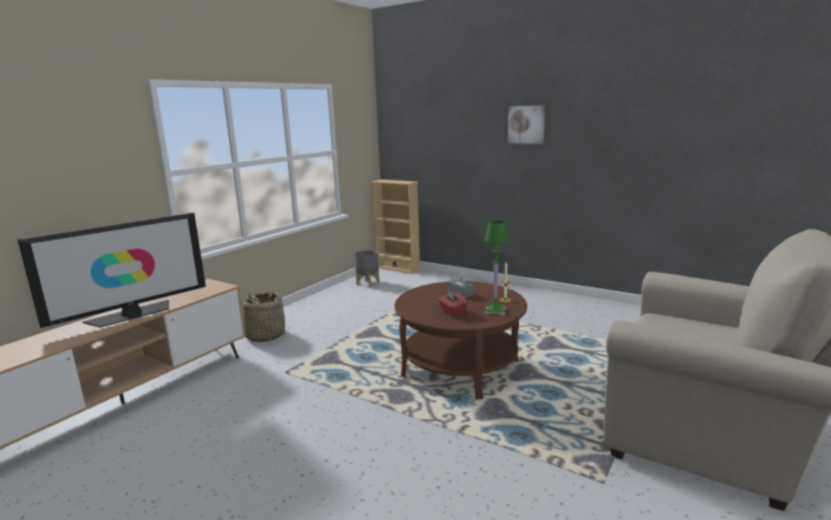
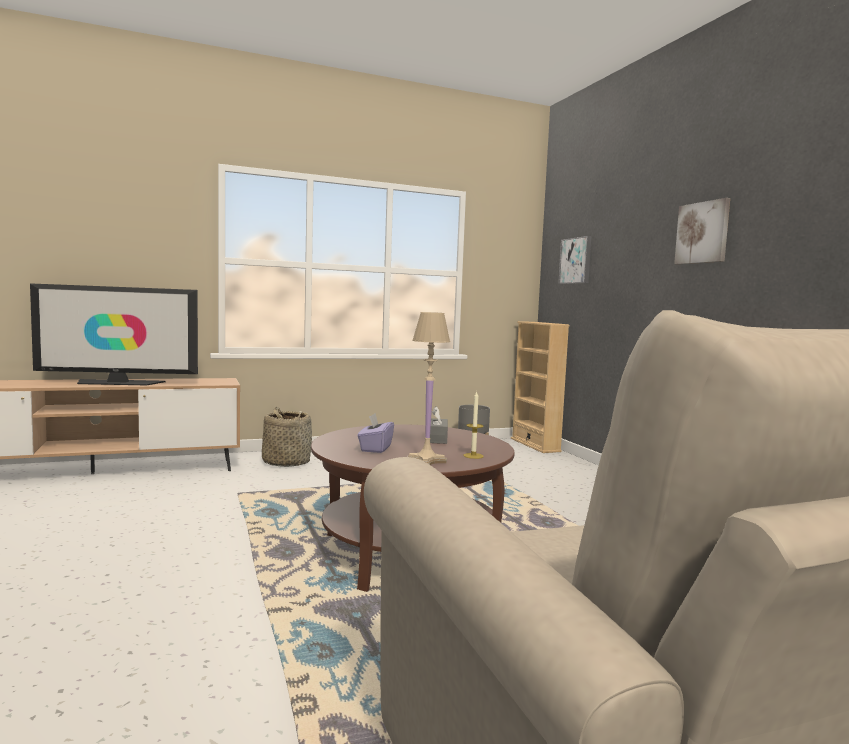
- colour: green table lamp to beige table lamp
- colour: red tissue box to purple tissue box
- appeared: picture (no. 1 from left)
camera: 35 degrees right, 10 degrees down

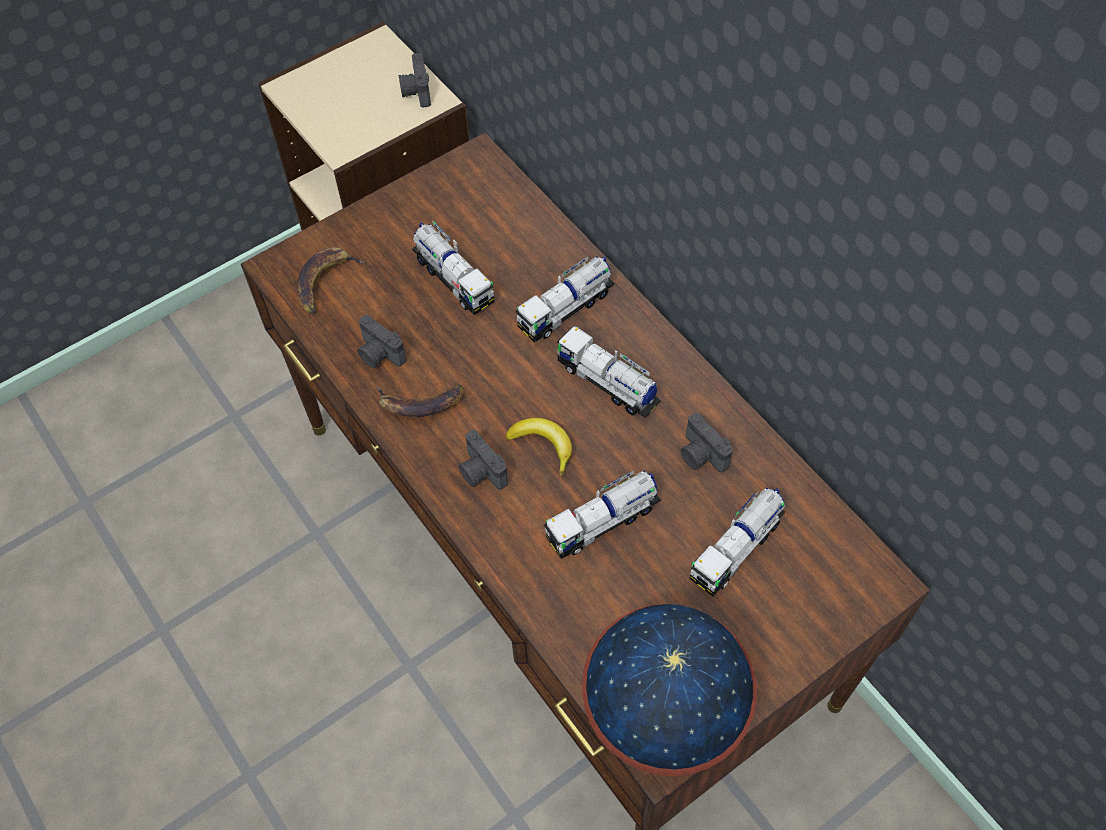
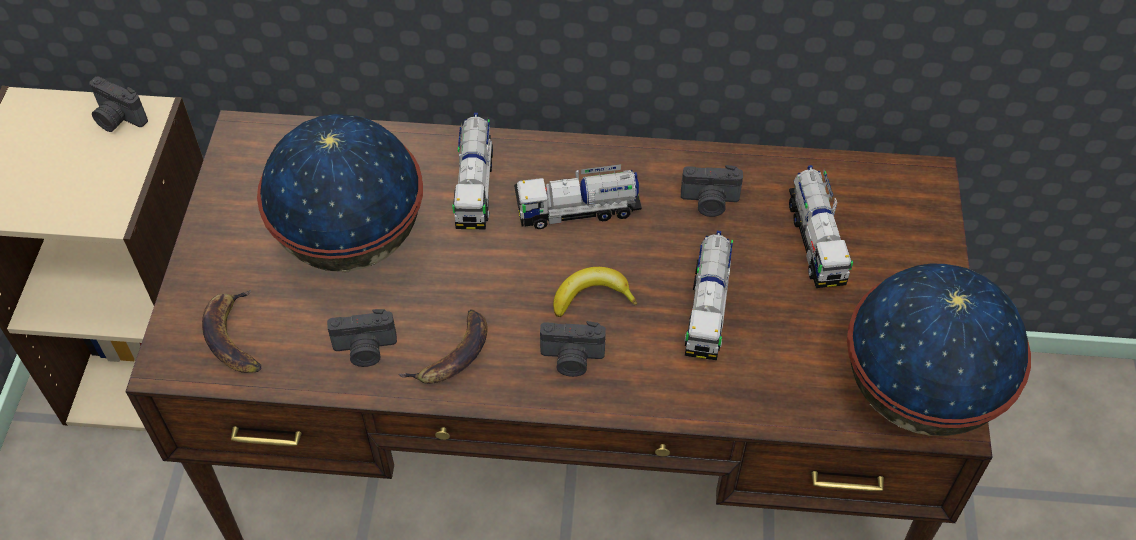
- exchanged: toy truck (no. 1 from left) to globe (no. 1 from left)
camera: 50 degrees left, 5 degrees down

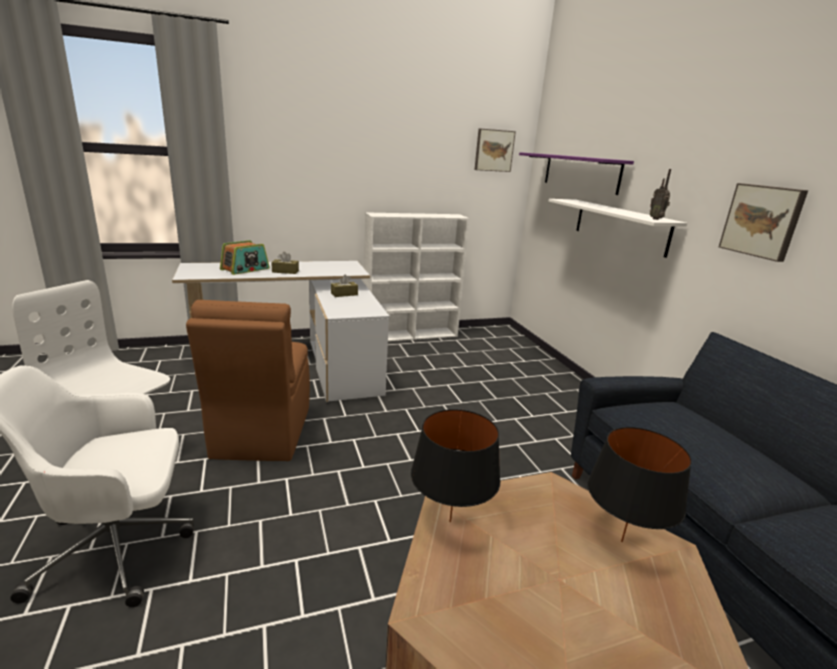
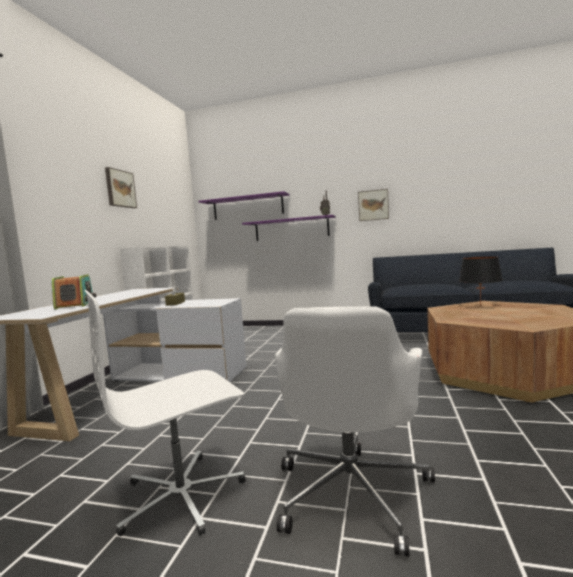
- relocated: picture (no. 1 from left)
- colour: white shelf to purple shelf (no. 2 from left)
- missing: brown tissue box (no. 1 from left)
- missing: brown chair
- missing: black table lamp (no. 1 from left)
camera: 55 degrees left, 15 degrees down

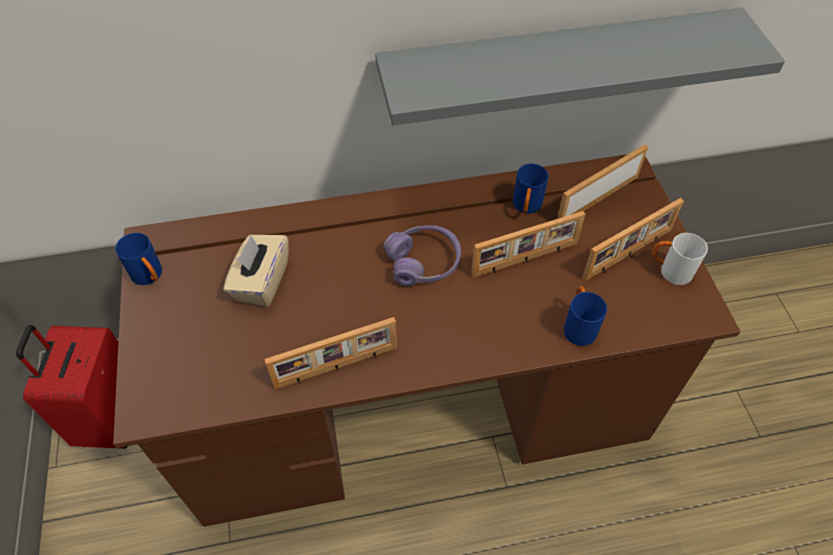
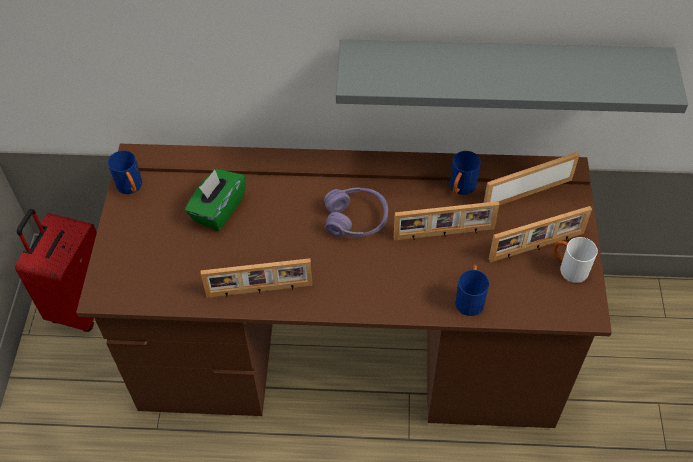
- colour: beige tissue box to green tissue box
camera: 15 degrees right, 0 degrees up

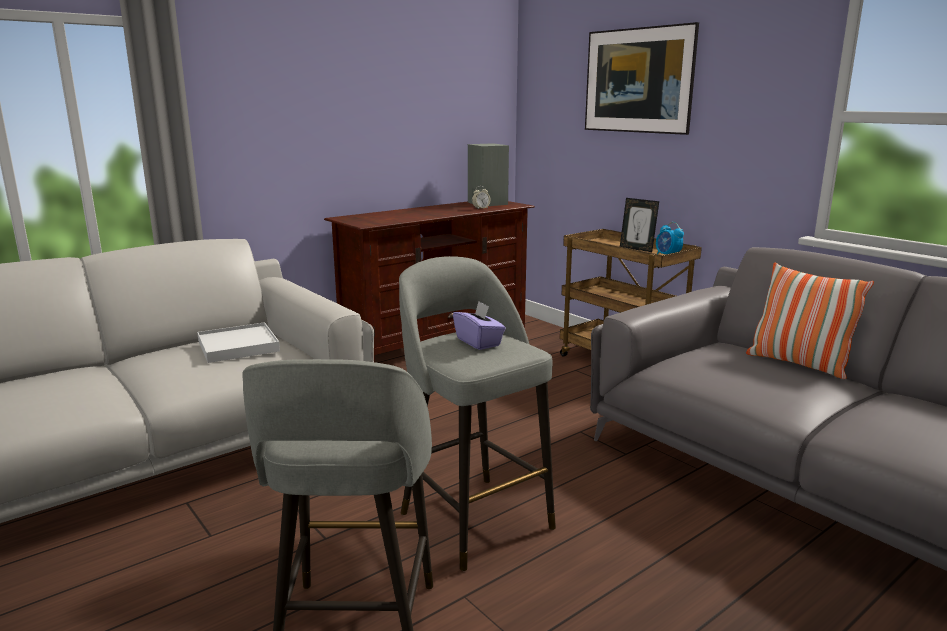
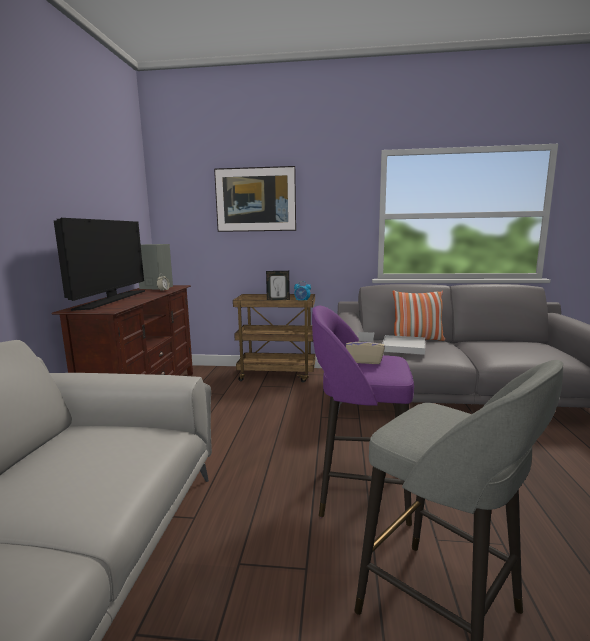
- colour: grey stool (no. 2 from left) to purple stool
- colour: purple tissue box to beige tissue box
- relocated: white tray
- appeared: television
camera: 45 degrees left, 5 degrees down

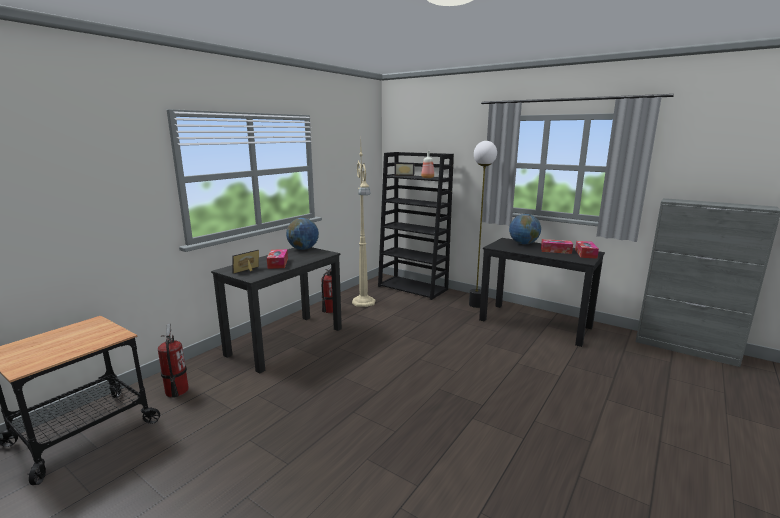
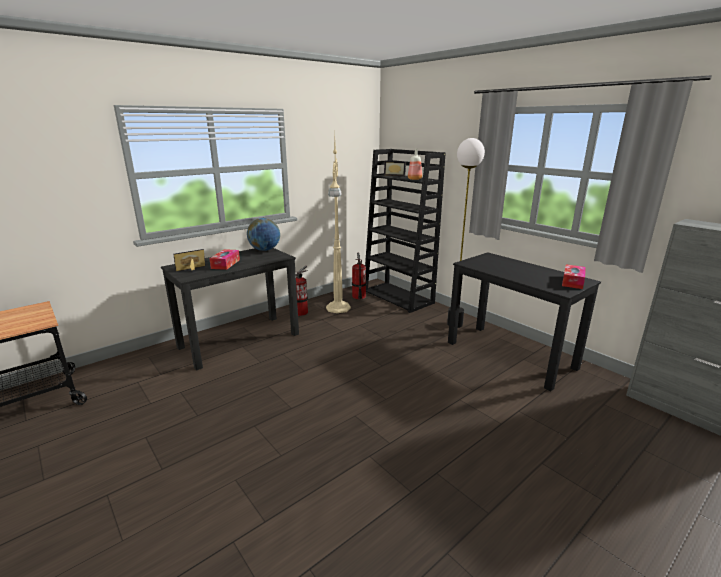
- missing: globe (no. 2 from left)
- missing: tissue box (no. 2 from left)
- relocated: fire extinguisher (no. 1 from left in the first image) to fire extinguisher (no. 2 from left)
camera: 15 degrees right, 5 degrees up

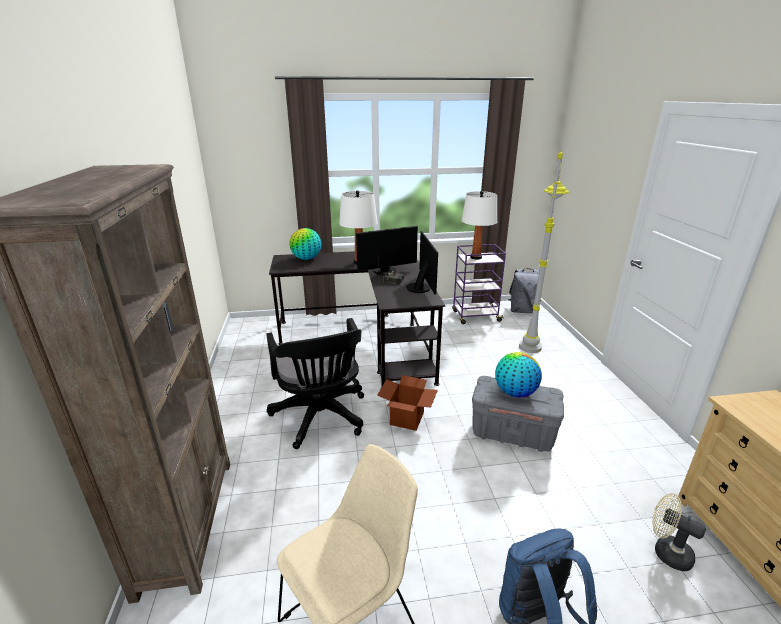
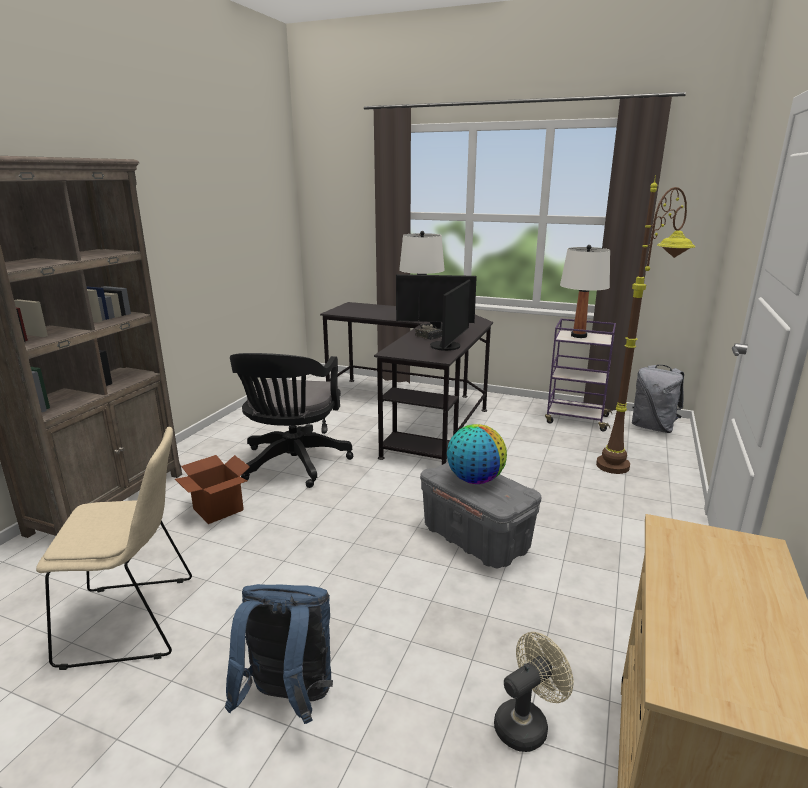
- colour: grey floor lamp to brown floor lamp
- missing: globe (no. 1 from left)
- relocated: cardboard box
- spun: beige fan 75 degrees clockwise
camera: 30 degrees right, 5 degrees down

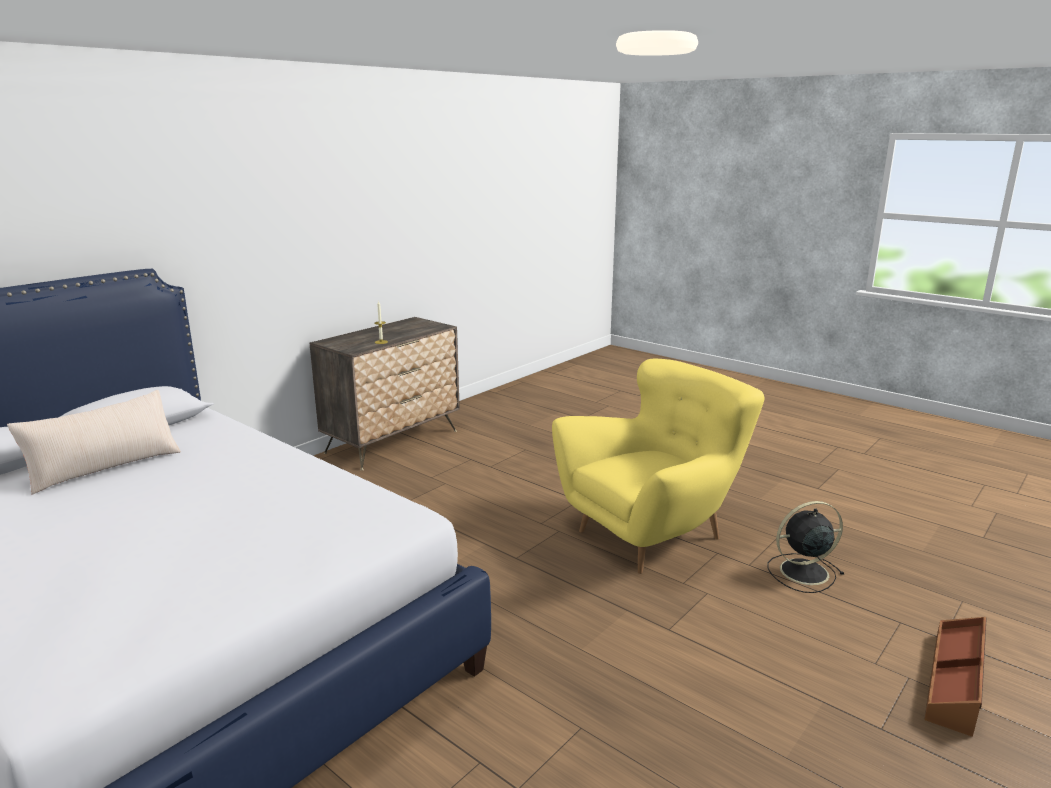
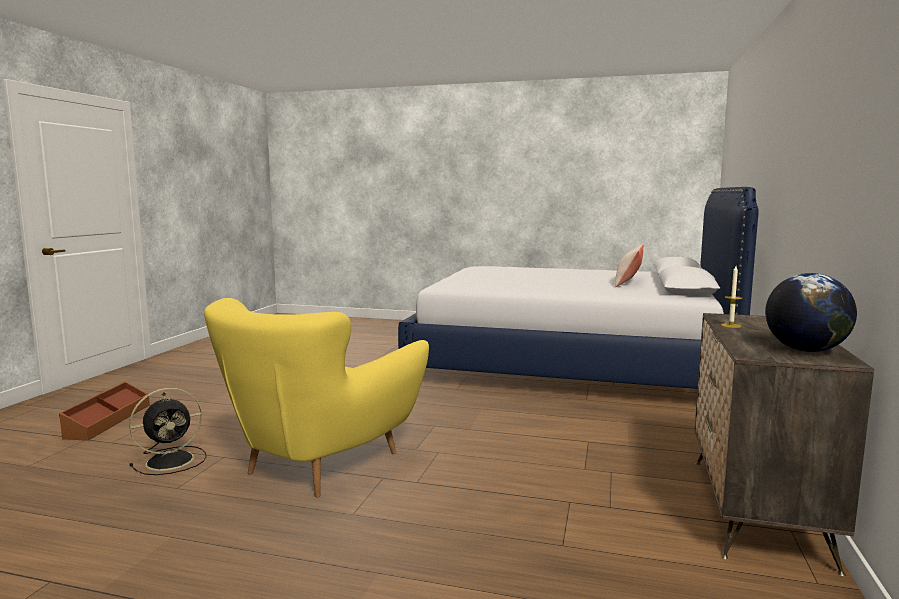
- appeared: globe
camera: 155 degrees right, 10 degrees down

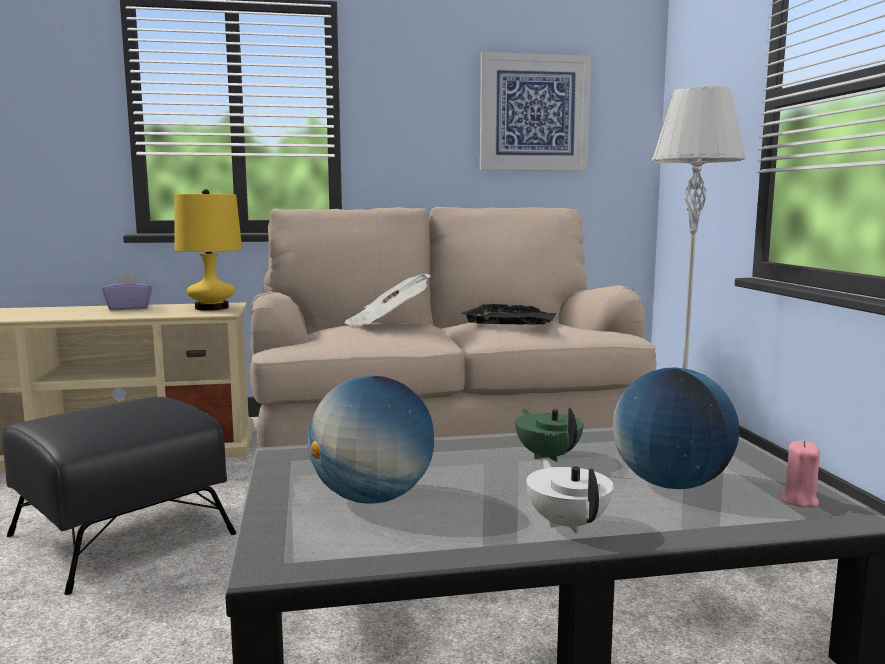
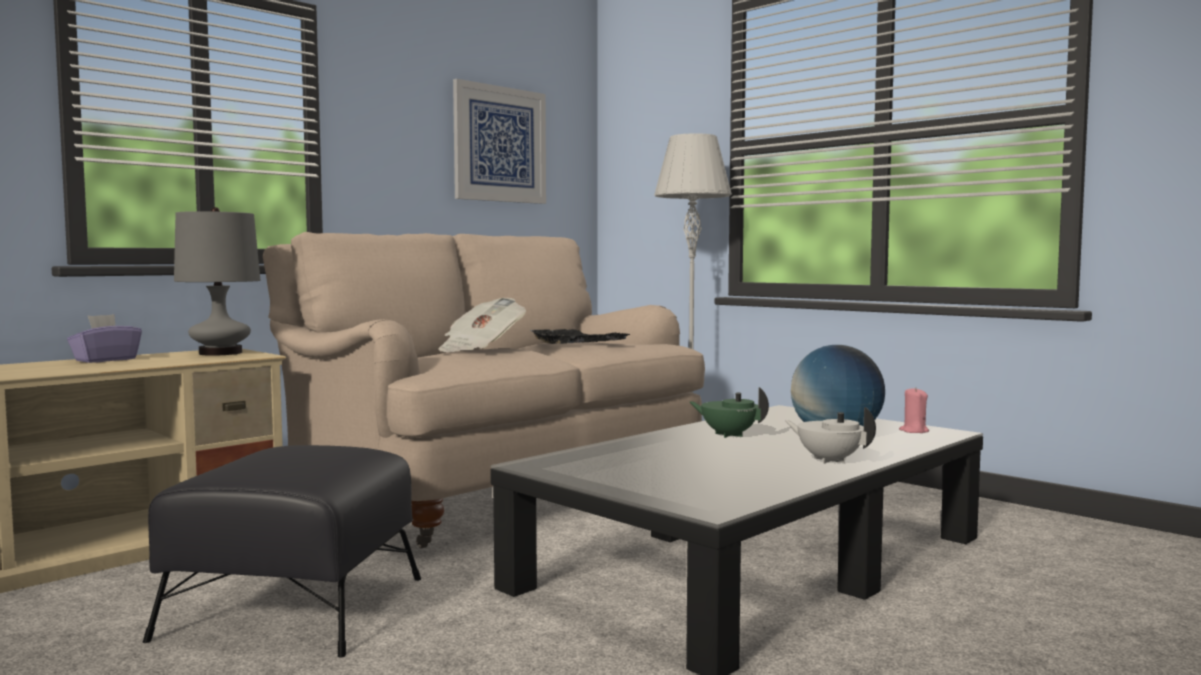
- colour: yellow table lamp to grey table lamp
- missing: globe (no. 1 from left)
camera: 35 degrees left, 5 degrees down

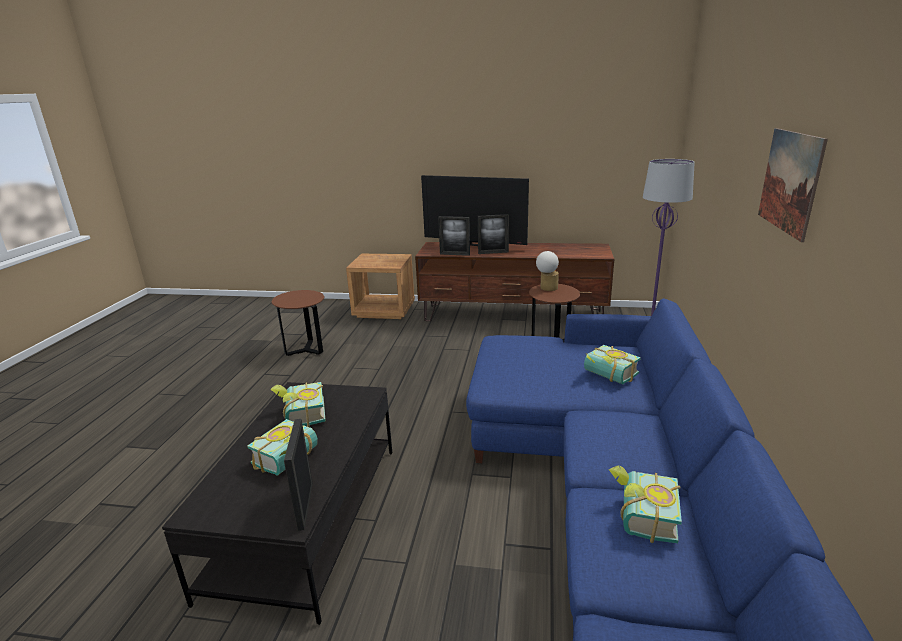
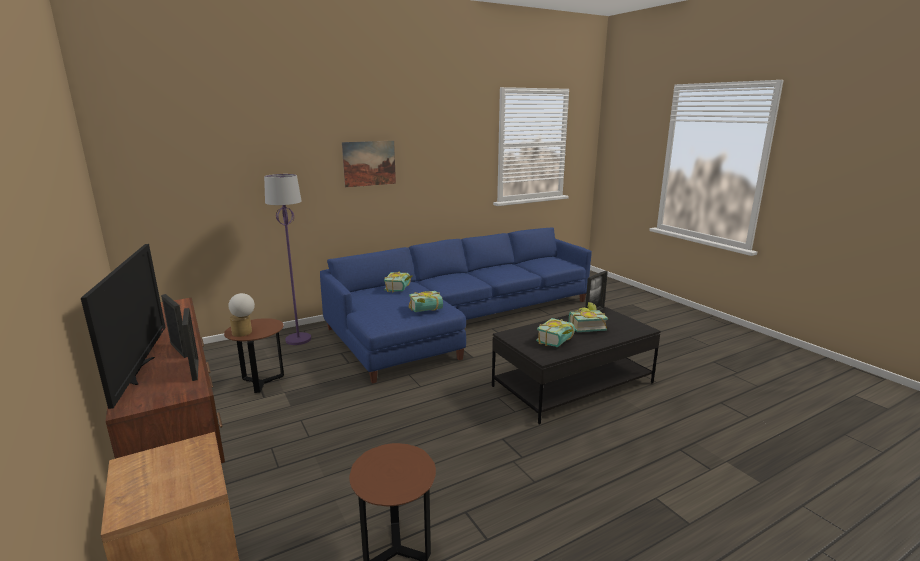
- relocated: book (no. 4 from left in the first image) to book (no. 2 from left)
camera: 130 degrees left, 5 degrees down

